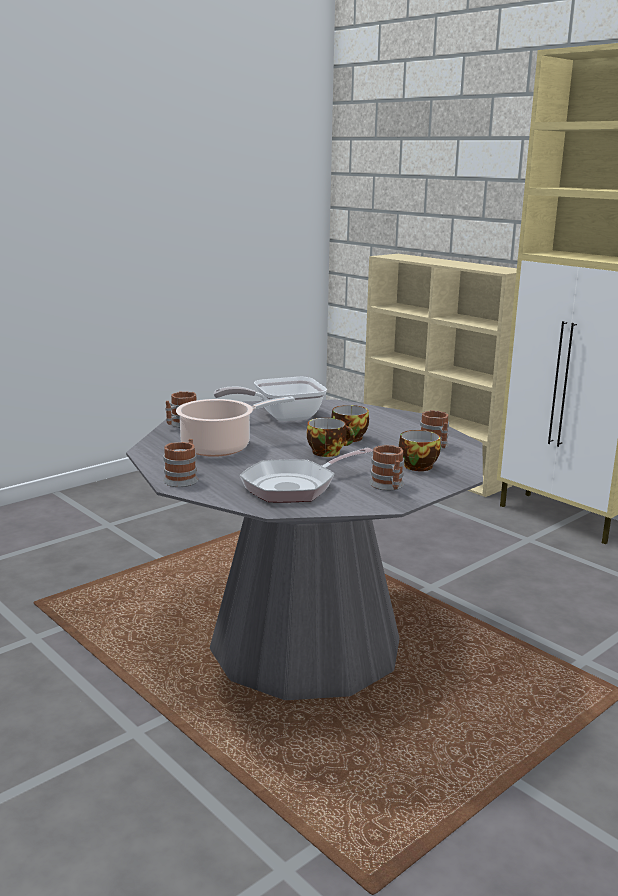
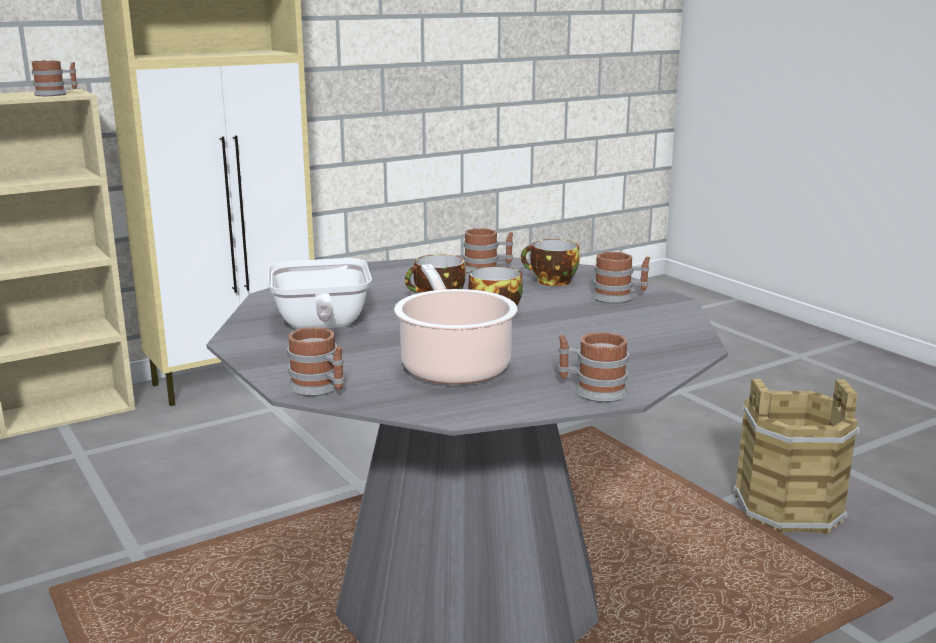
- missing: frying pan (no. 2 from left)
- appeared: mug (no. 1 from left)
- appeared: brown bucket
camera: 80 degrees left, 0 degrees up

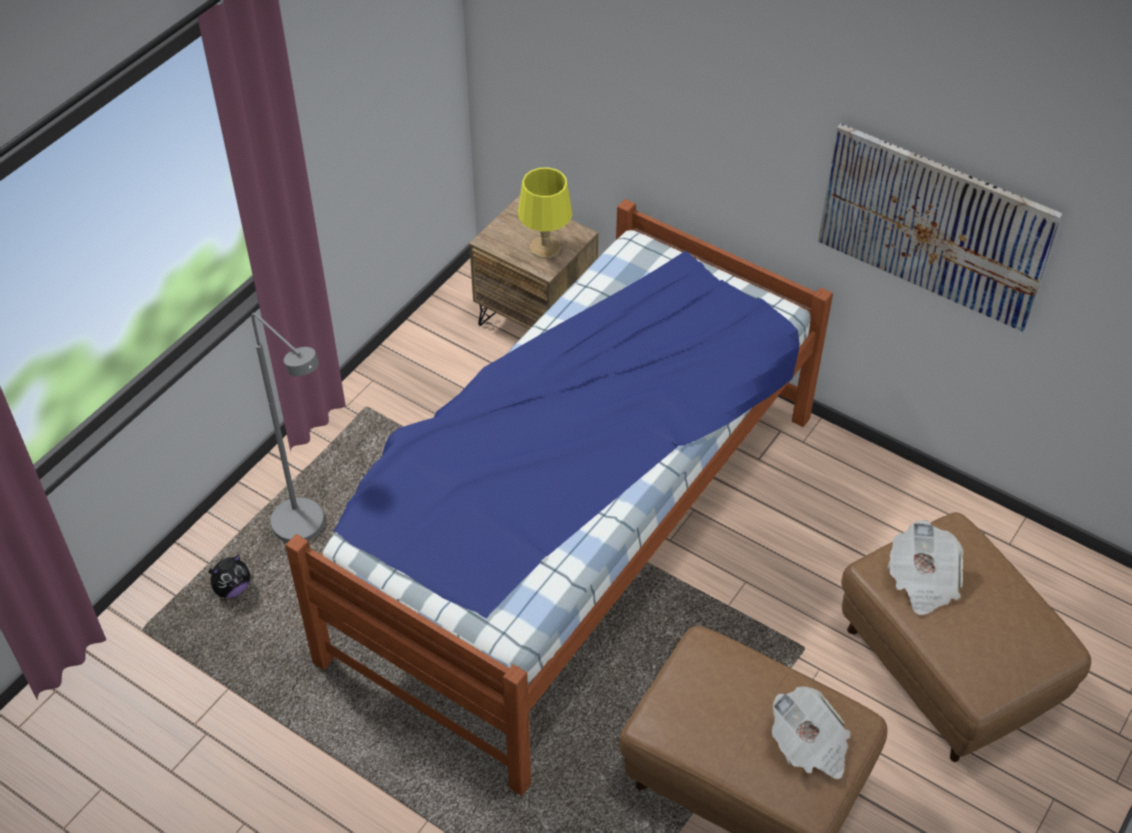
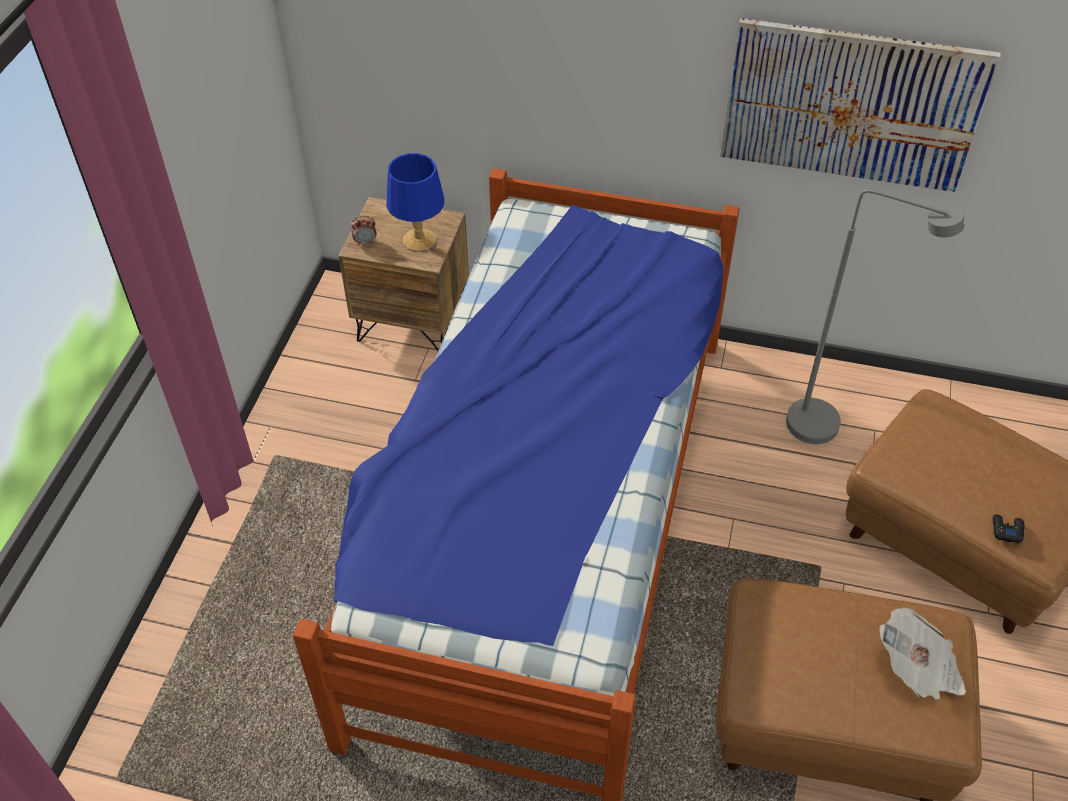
- colour: yellow table lamp to blue table lamp
- relocated: grey floor lamp
- missing: newspaper (no. 2 from left)
- missing: plush toy
- appeared: alarm clock
- appeared: black game controller
camera: 20 degrees left, 0 degrees up

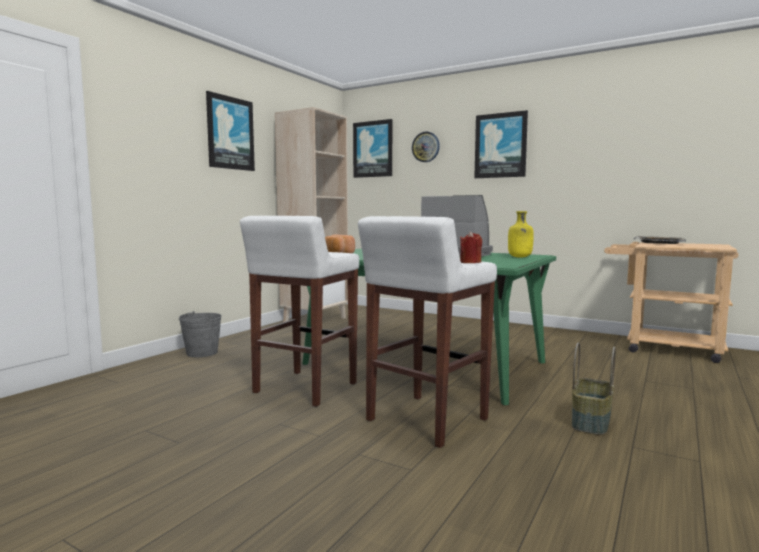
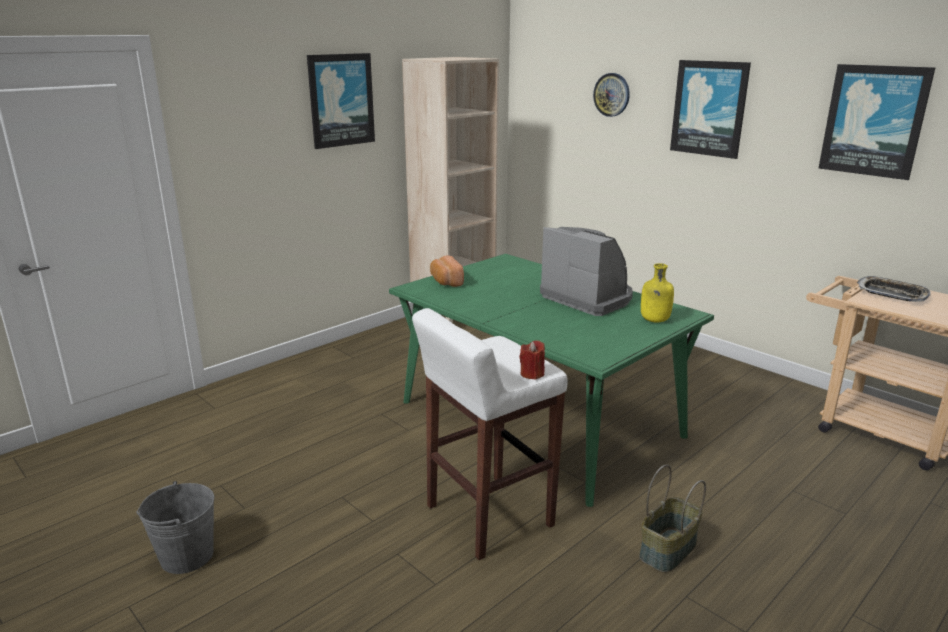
- relocated: picture (no. 2 from left in the first image) to picture (no. 3 from left)
- missing: white stool (no. 1 from left)
- relocated: grey bucket
camera: 15 degrees right, 15 degrees up

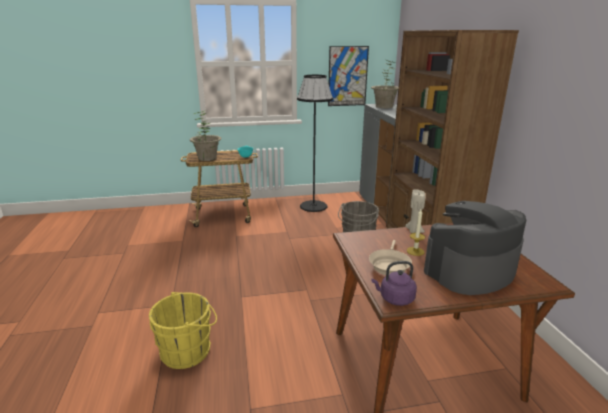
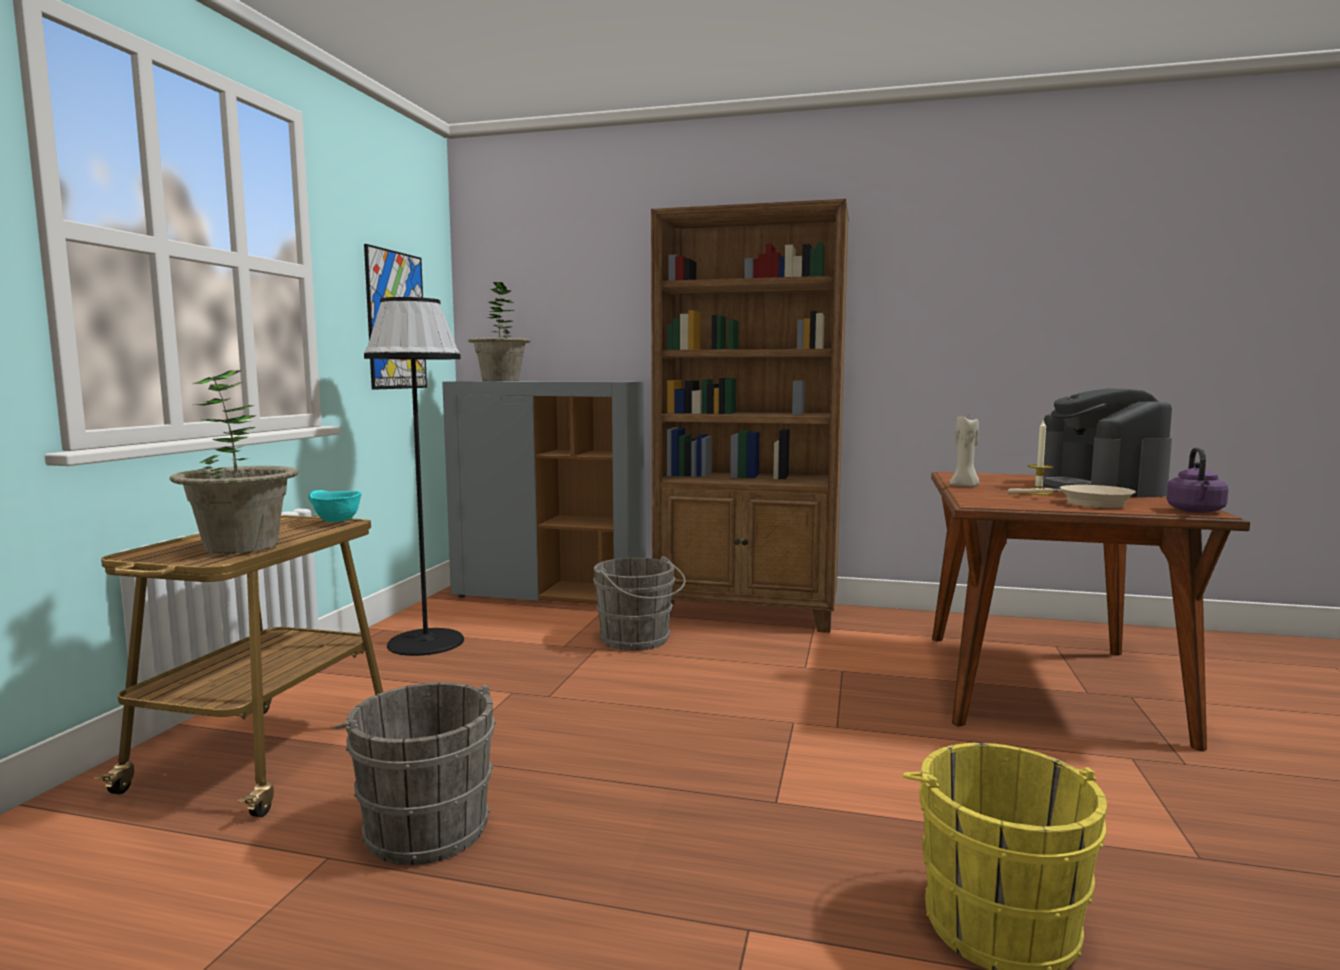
- appeared: grey bucket (no. 1 from left)
camera: 65 degrees left, 15 degrees down

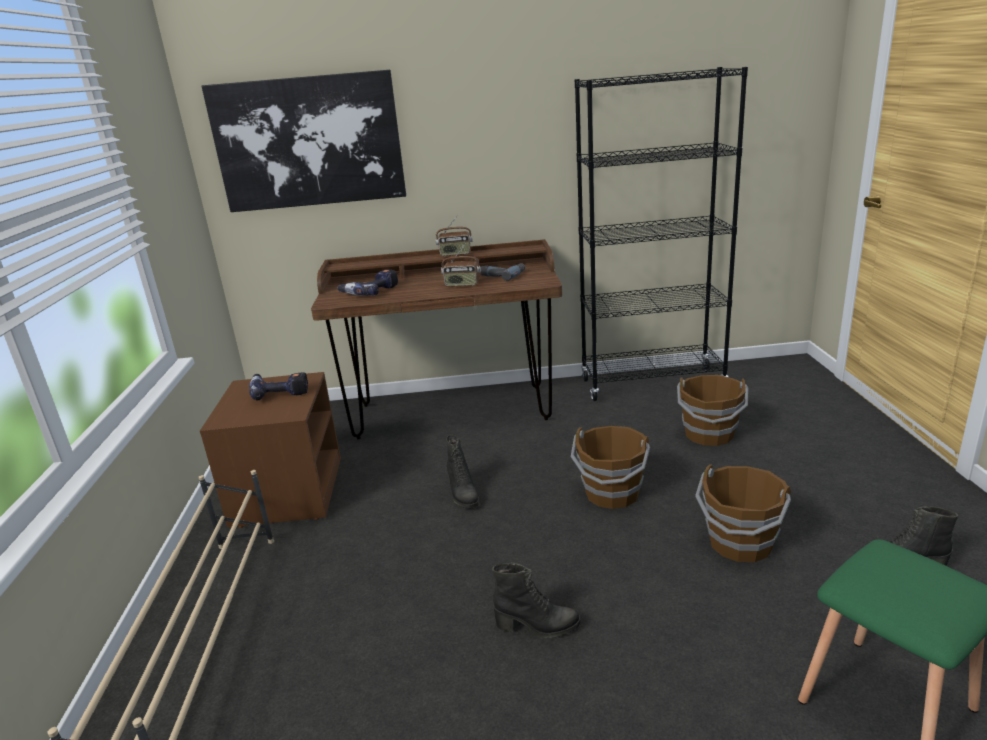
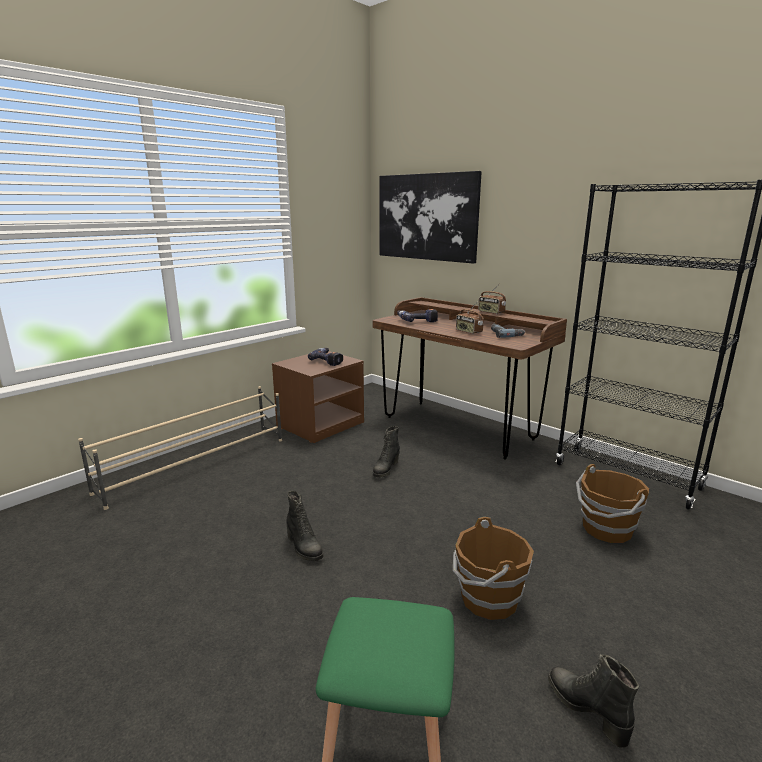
- missing: brown bucket (no. 1 from left)
camera: 45 degrees right, 5 degrees down

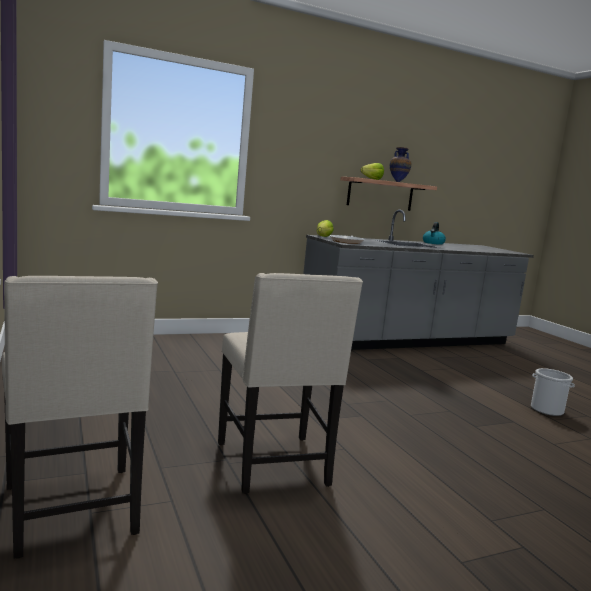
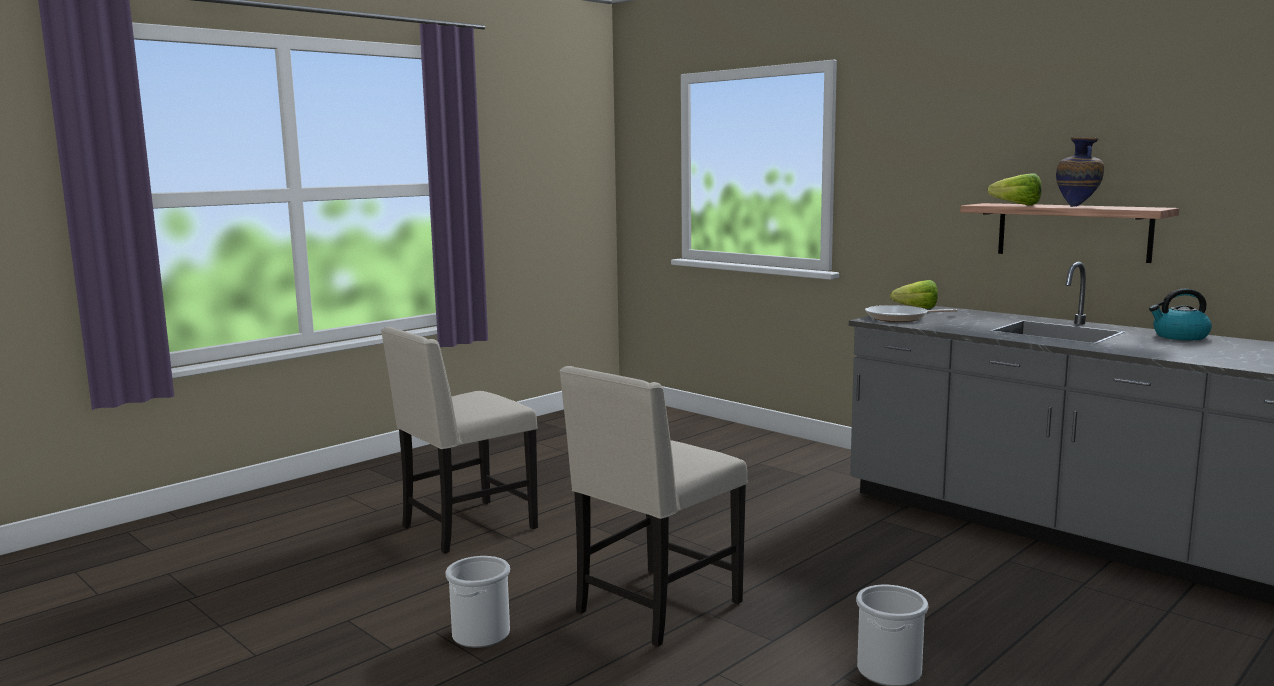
- relocated: beige chair (no. 1 from left in the first image) to beige chair (no. 2 from left)
- appeared: bucket (no. 1 from left)
camera: 70 degrees right, 0 degrees up

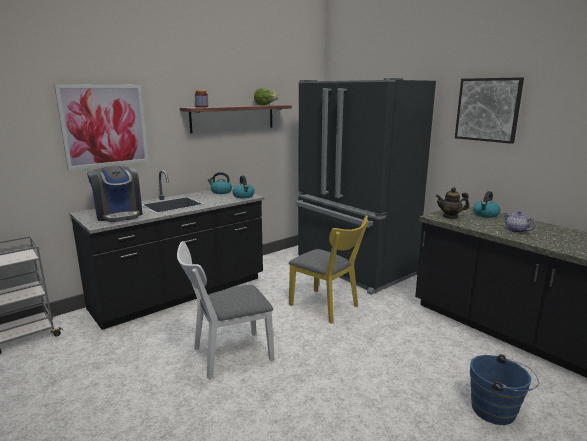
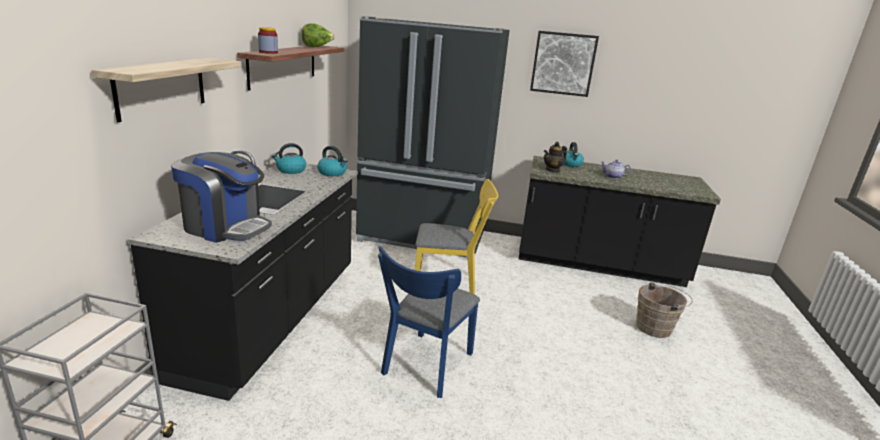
- exchanged: picture (no. 1 from left) to shelf (no. 1 from left)
- colour: white chair to blue chair
- colour: blue bucket to brown bucket
camera: 40 degrees left, 5 degrees up

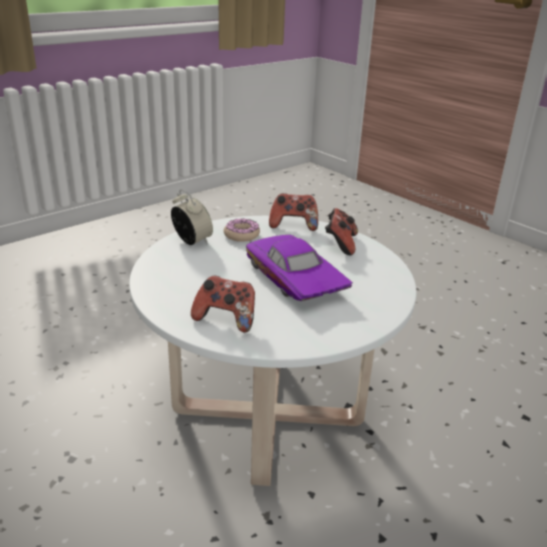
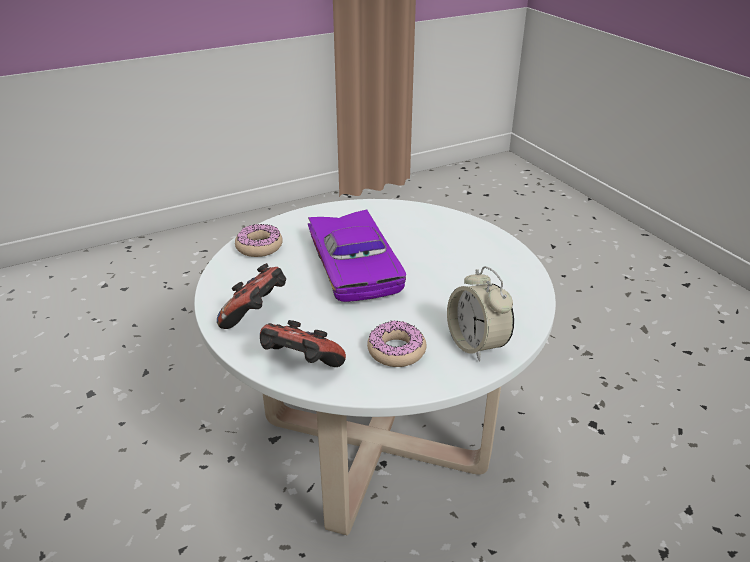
- missing: game controller (no. 1 from left)
- appeared: donut (no. 1 from left)
camera: 165 degrees left, 5 degrees up

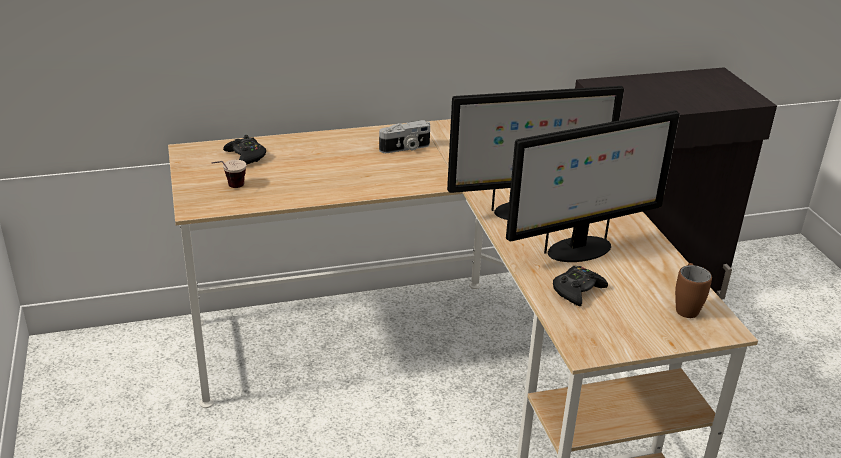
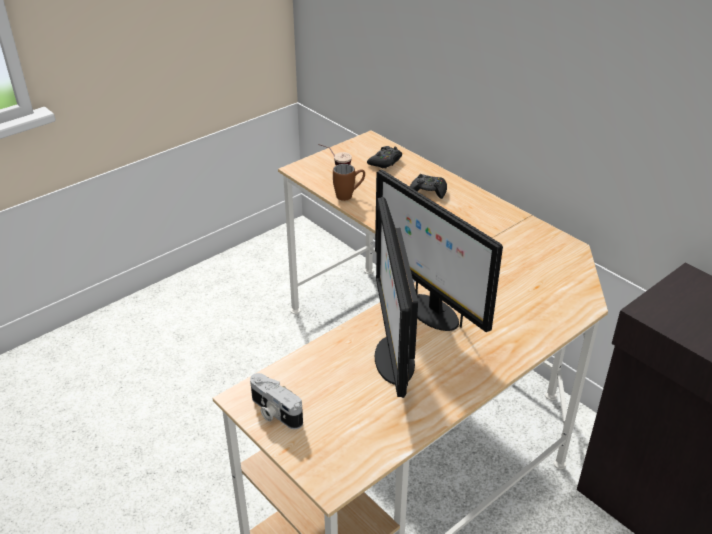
- spun: monitor (no. 2 from left in the first image) 45 degrees clockwise
- relocated: photo camera
- relocated: brown mug
- relocated: black game controller (no. 2 from left)
camera: 65 degrees right, 5 degrees up

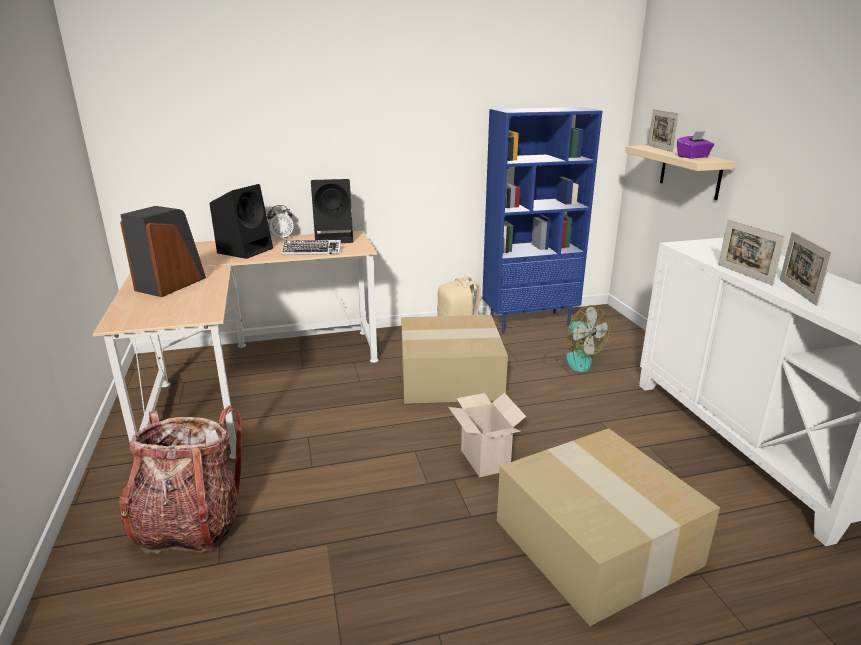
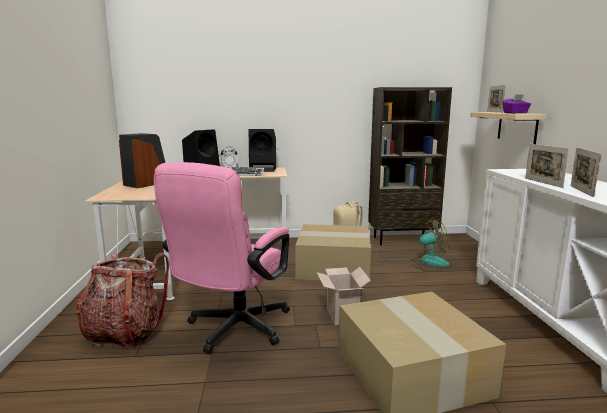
- colour: blue bookcase to brown bookcase
- spun: fan 75 degrees counterclockwise
- appeared: pink office chair
camera: 10 degrees right, 10 degrees down

